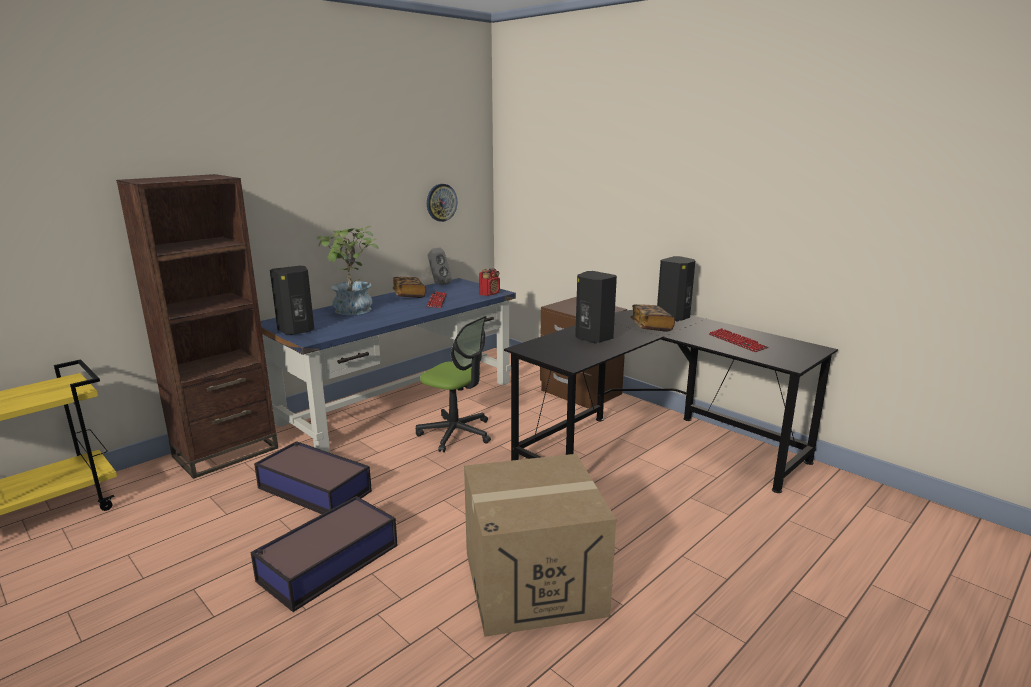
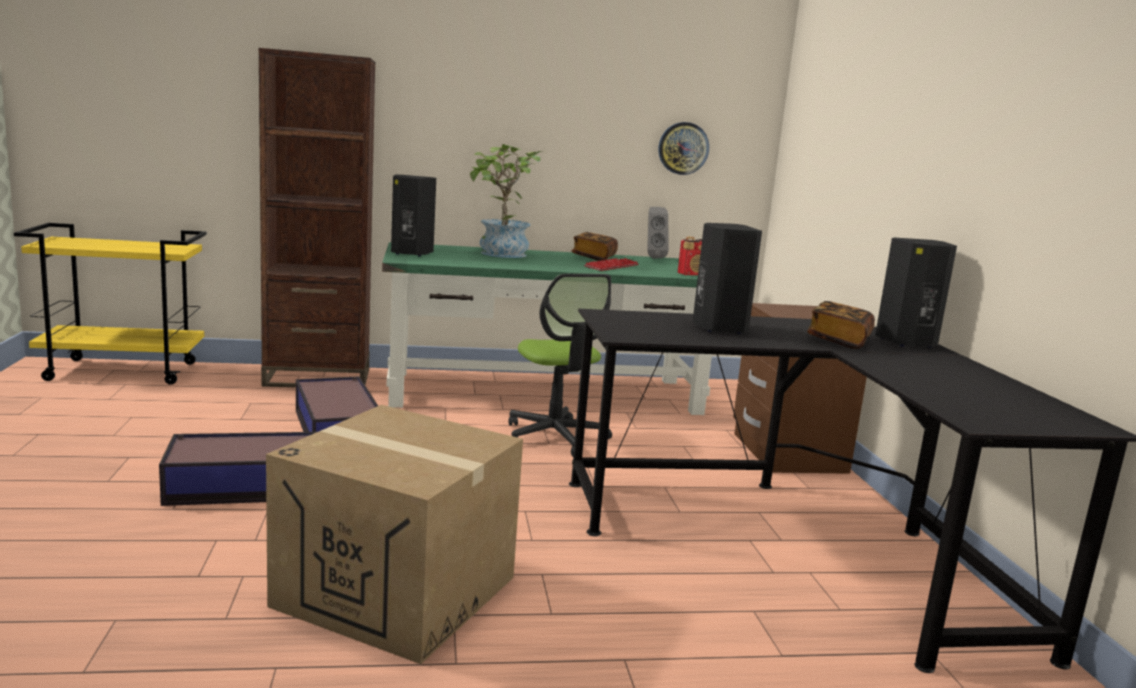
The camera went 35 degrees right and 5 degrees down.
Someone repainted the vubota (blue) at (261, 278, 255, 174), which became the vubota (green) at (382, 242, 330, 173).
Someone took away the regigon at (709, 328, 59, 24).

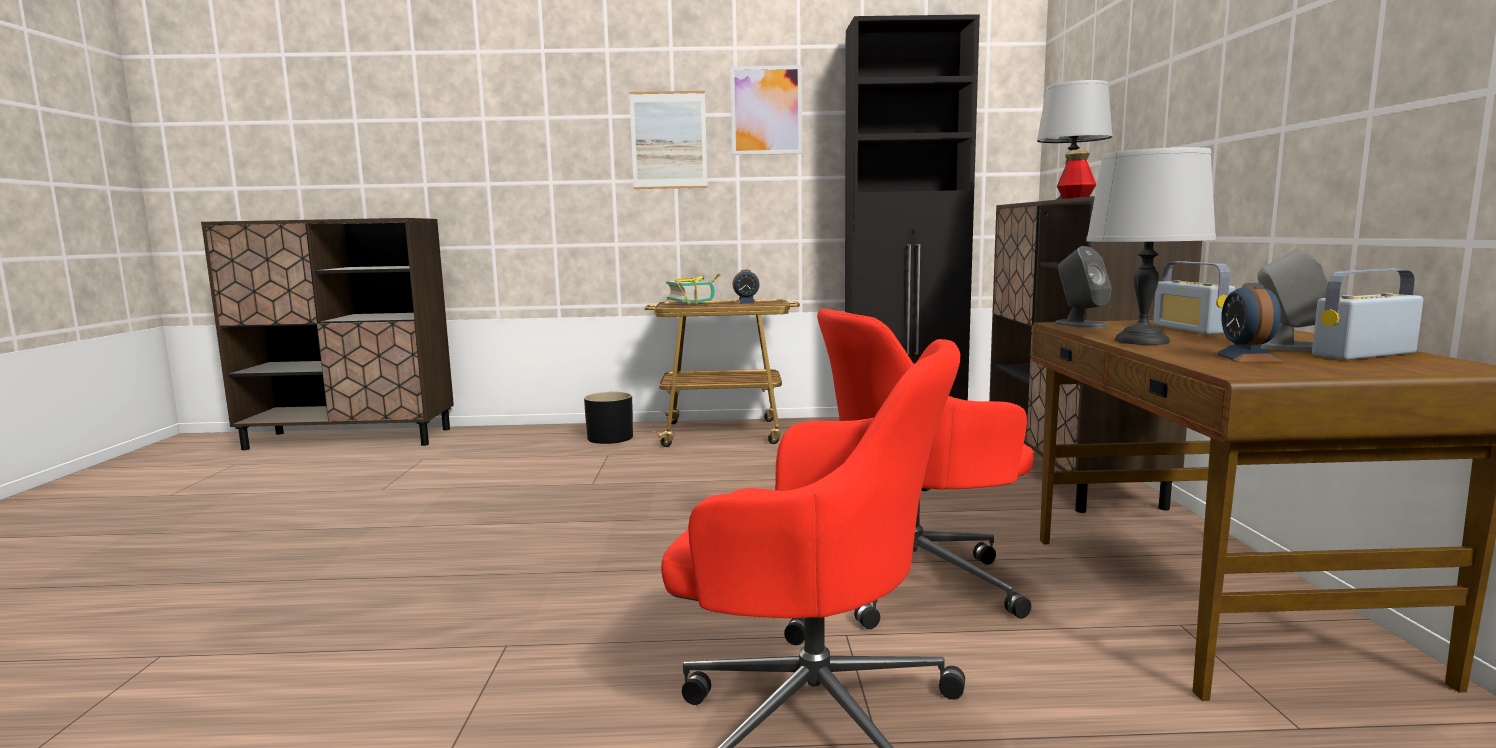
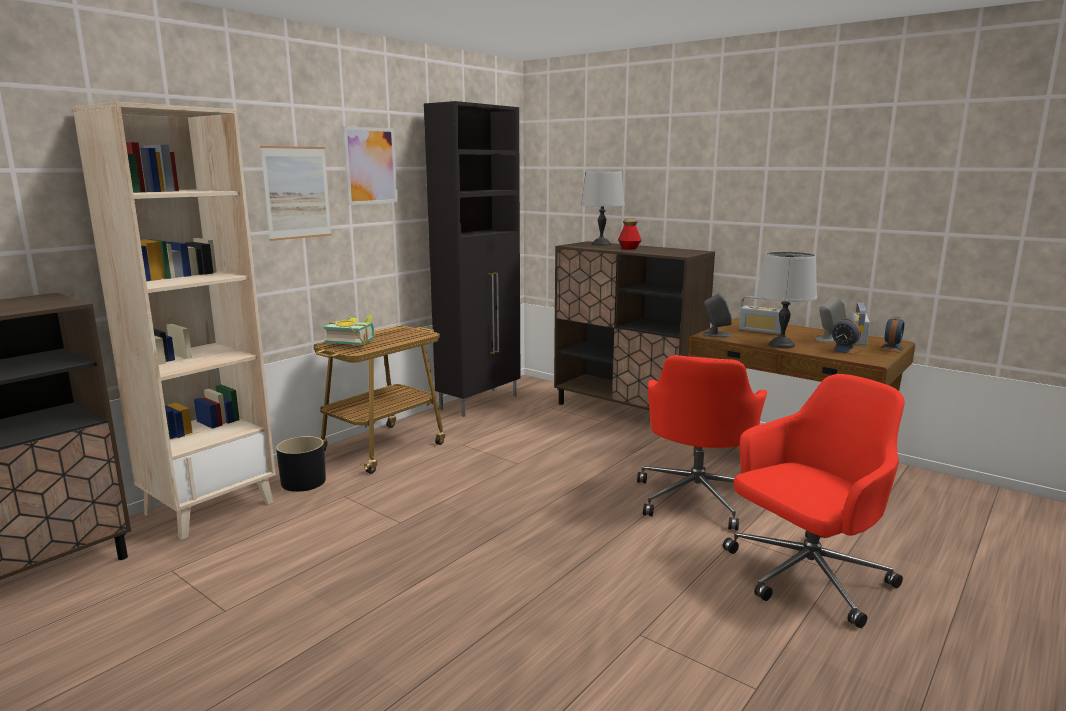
The camera went 50 degrees left and 5 degrees up.
Someone carried the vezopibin from (732, 269, 28, 35) to (880, 317, 24, 36).
Someone put down the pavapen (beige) at (72, 102, 204, 438).

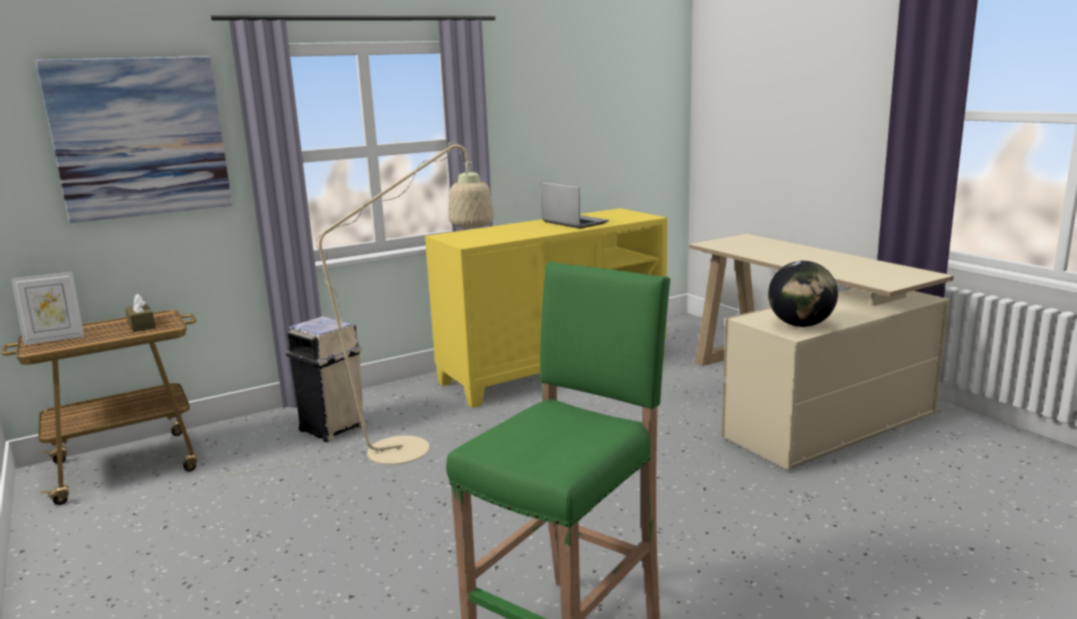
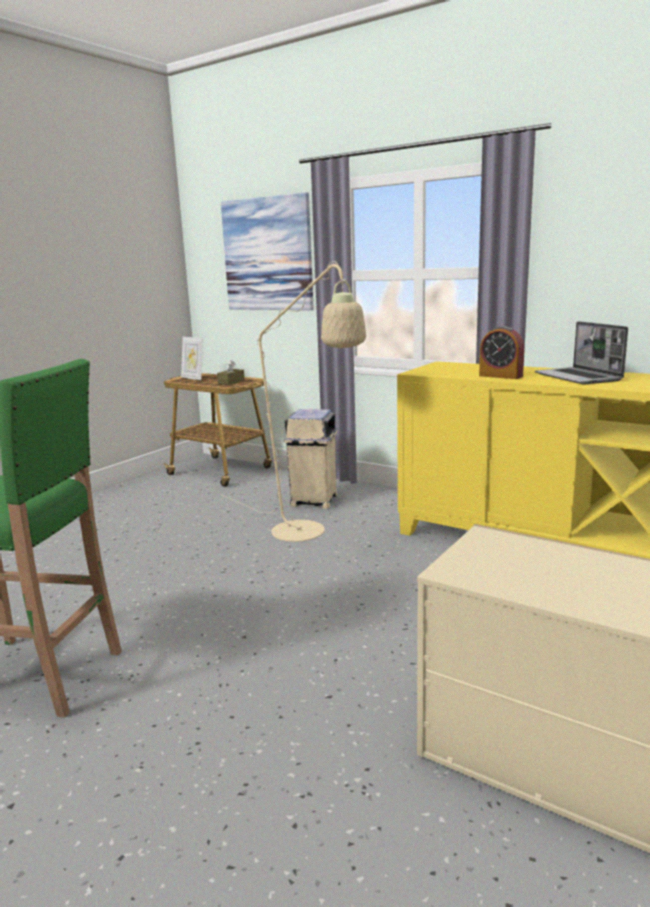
The camera went 65 degrees right and 0 degrees up.
Someone rotated the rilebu at (541, 181, 68, 47) by 135 degrees clockwise.
Someone took away the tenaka at (768, 261, 70, 66).
Someone put down the vezopibin at (479, 326, 45, 53).

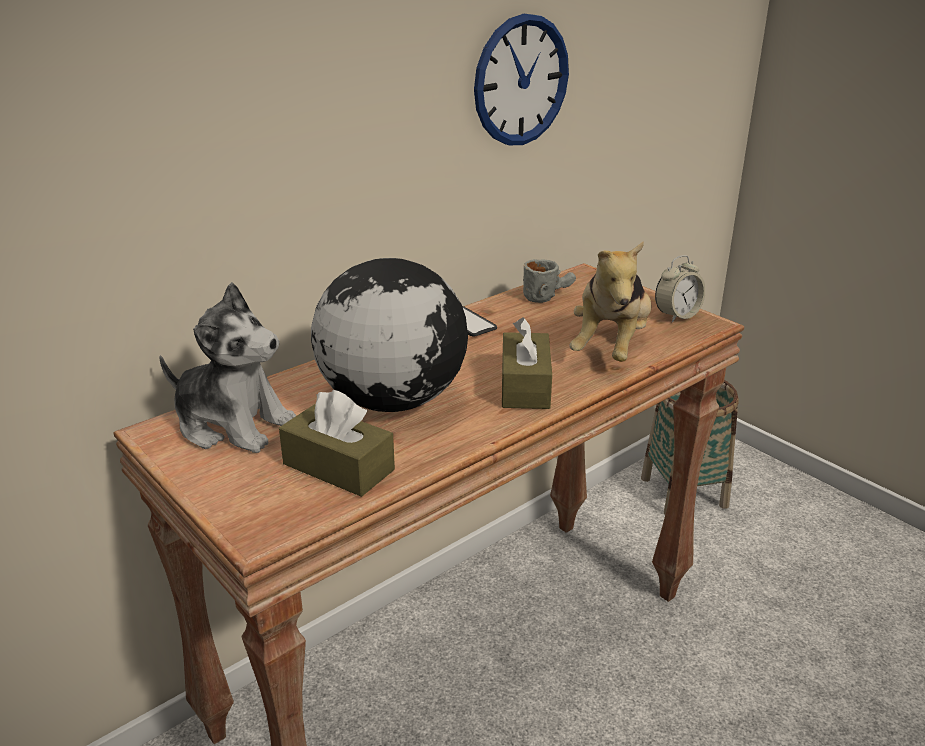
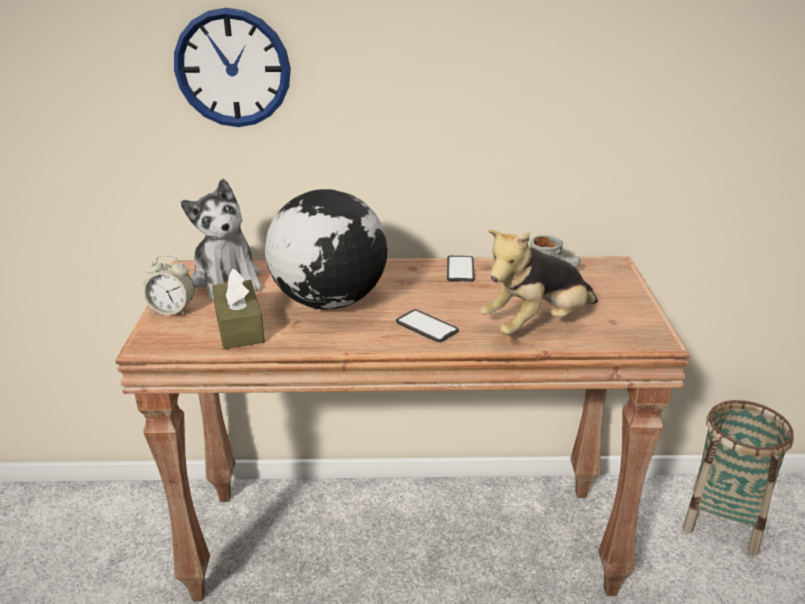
The camera went 40 degrees right and 0 degrees up.
Someone carried the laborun from (474, 14, 95, 131) to (174, 8, 117, 119).
Someone carried the vezopibin from (655, 255, 51, 68) to (143, 255, 51, 60).
Someone swapped the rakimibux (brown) at (502, 317, 50, 92) for the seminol at (396, 309, 63, 33).

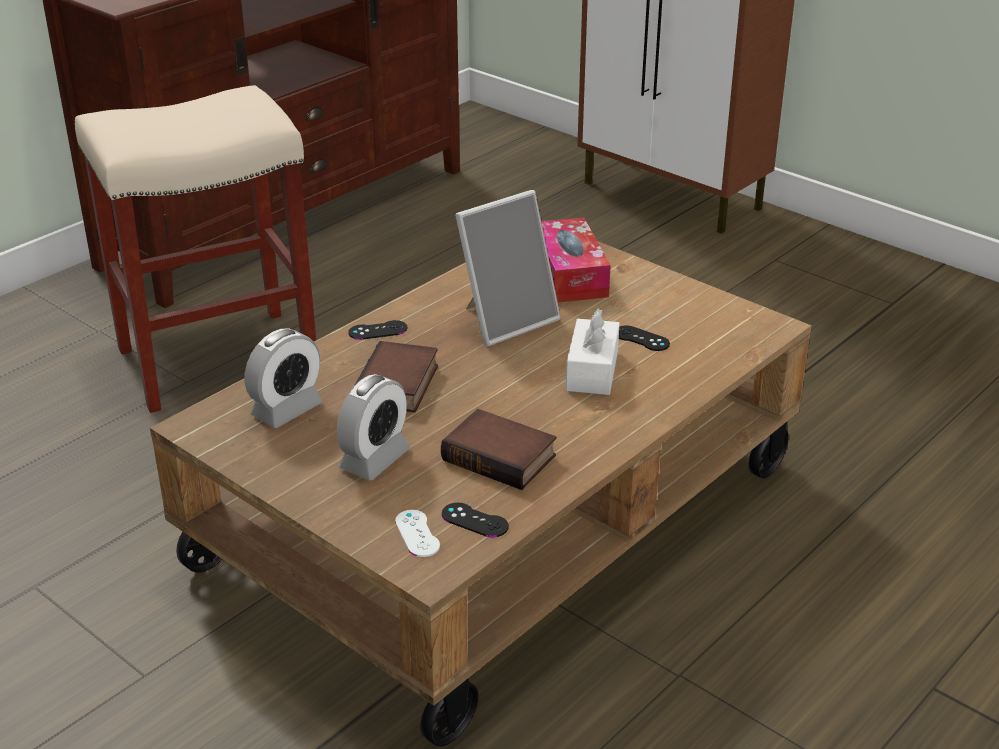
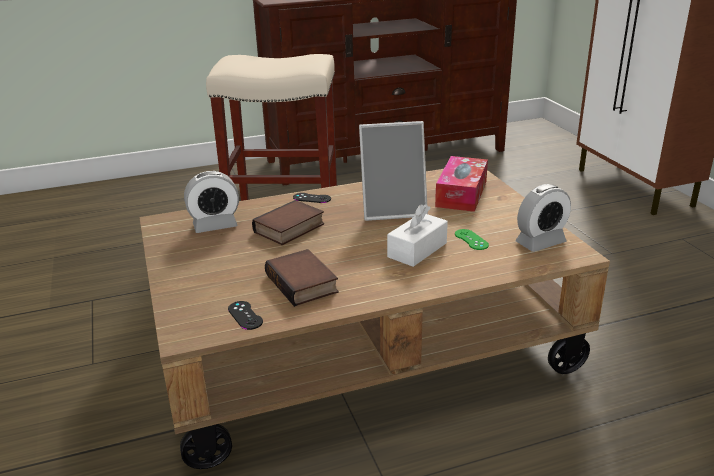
The camera went 30 degrees right and 5 degrees down.
Someone repainted the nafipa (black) at (619, 326, 51, 25), which became the nafipa (green) at (455, 229, 34, 21).
Someone carried the vezopibin from (337, 374, 73, 106) to (516, 184, 55, 68).
Someone took away the nafipa (white) at (395, 510, 45, 47).

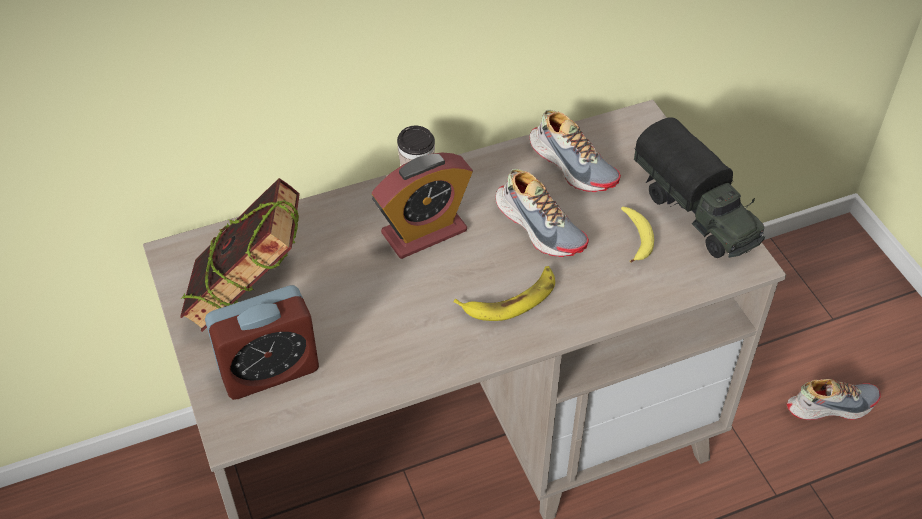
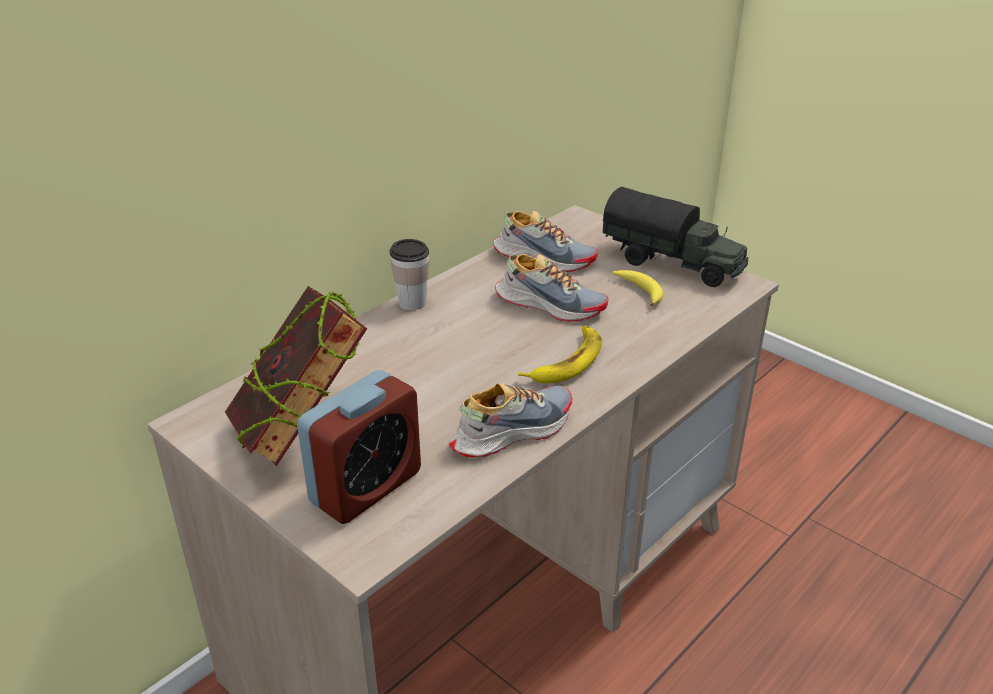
The camera went 25 degrees left and 15 degrees down.
Someone took away the vezopibin at (372, 152, 101, 107).
Someone carried the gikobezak from (787, 379, 94, 41) to (449, 383, 123, 75).

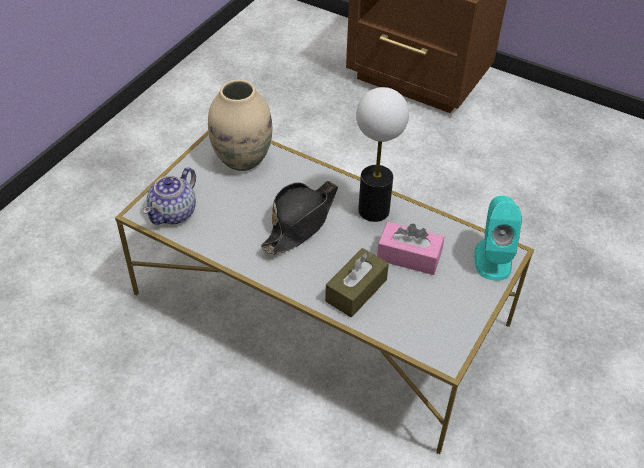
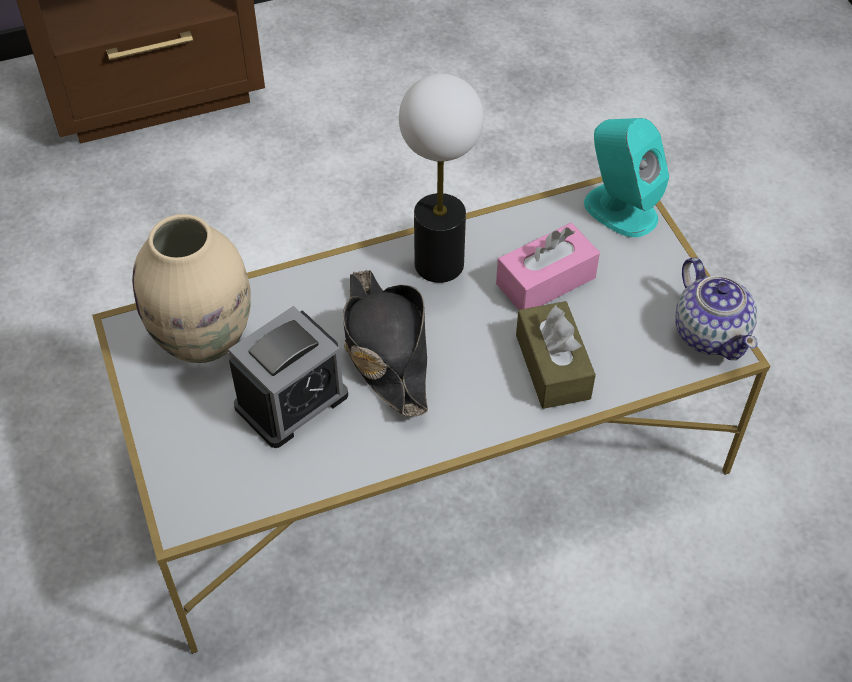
The camera went 50 degrees left and 5 degrees up.
Someone carried the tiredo from (143, 167, 53, 58) to (675, 257, 82, 103).
Someone put down the vezopibin at (228, 306, 120, 142).

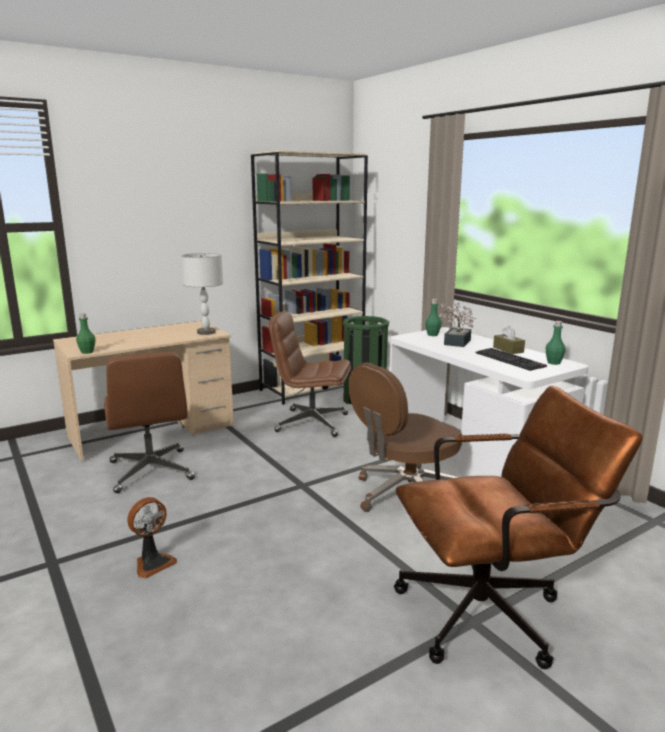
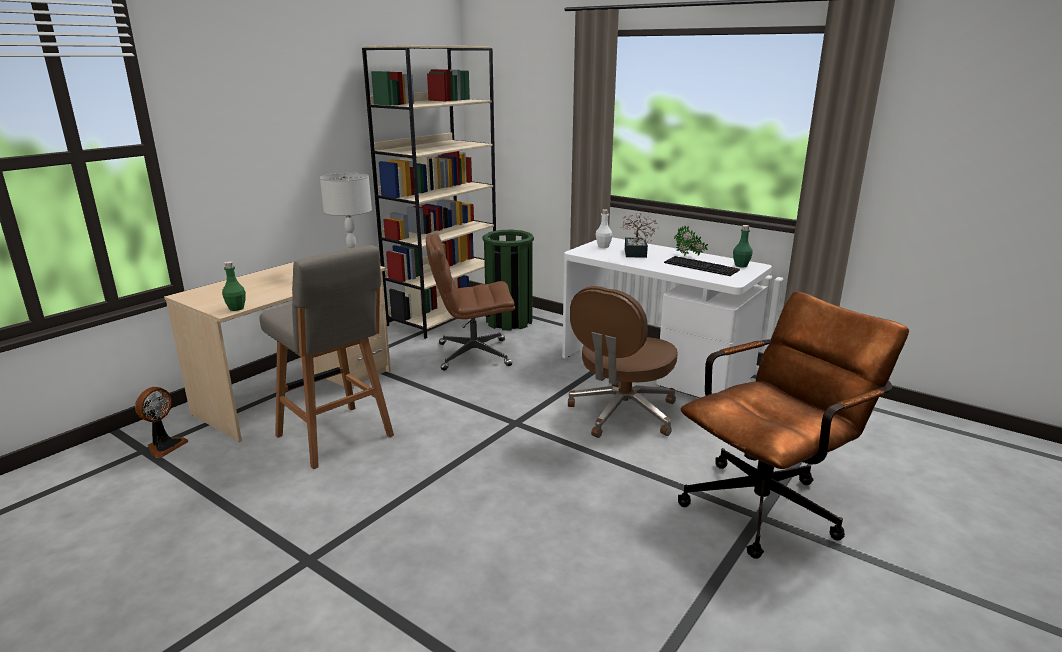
The camera went 20 degrees left and 5 degrees up.
Someone repainted the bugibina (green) at (425, 299, 17, 37), which became the bugibina (white) at (596, 209, 16, 39).
Someone swapped the rakimibux (brown) at (493, 326, 32, 28) for the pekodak at (674, 225, 34, 31).
Someone swapped the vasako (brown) at (104, 351, 91, 142) for the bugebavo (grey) at (259, 245, 135, 224).
Someone carried the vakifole from (127, 497, 50, 82) to (135, 387, 53, 71).

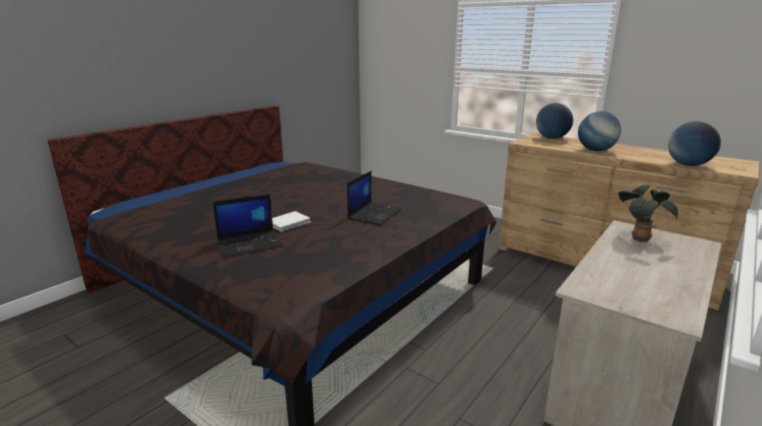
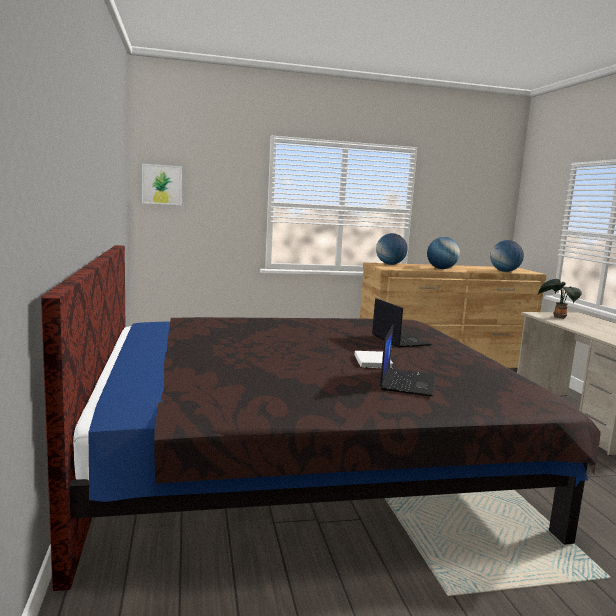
The camera went 50 degrees left and 10 degrees down.
Someone put up the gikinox at (142, 164, 40, 41).

